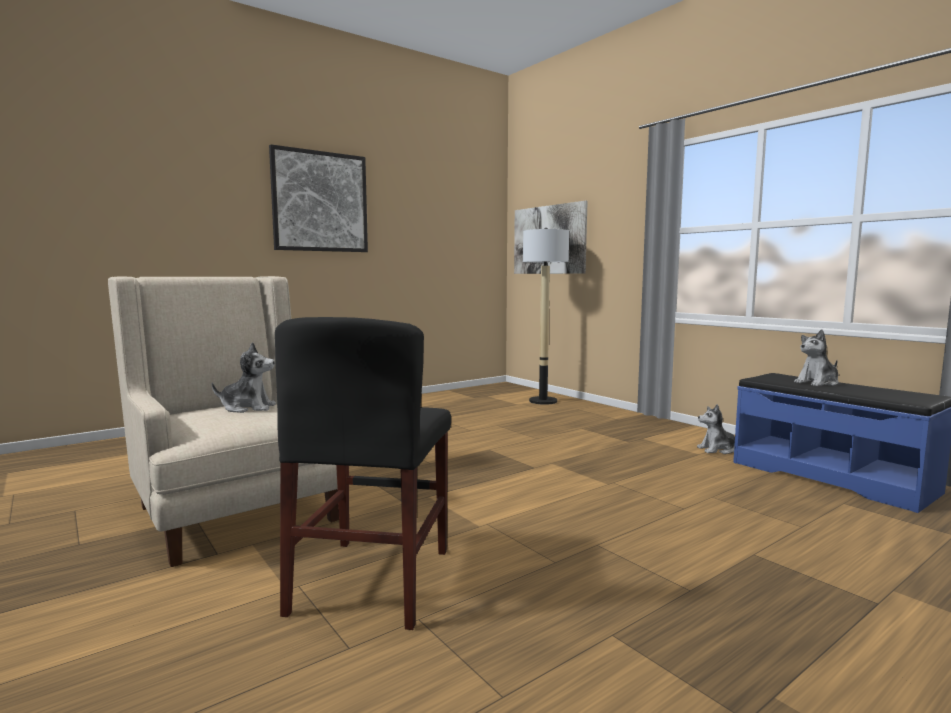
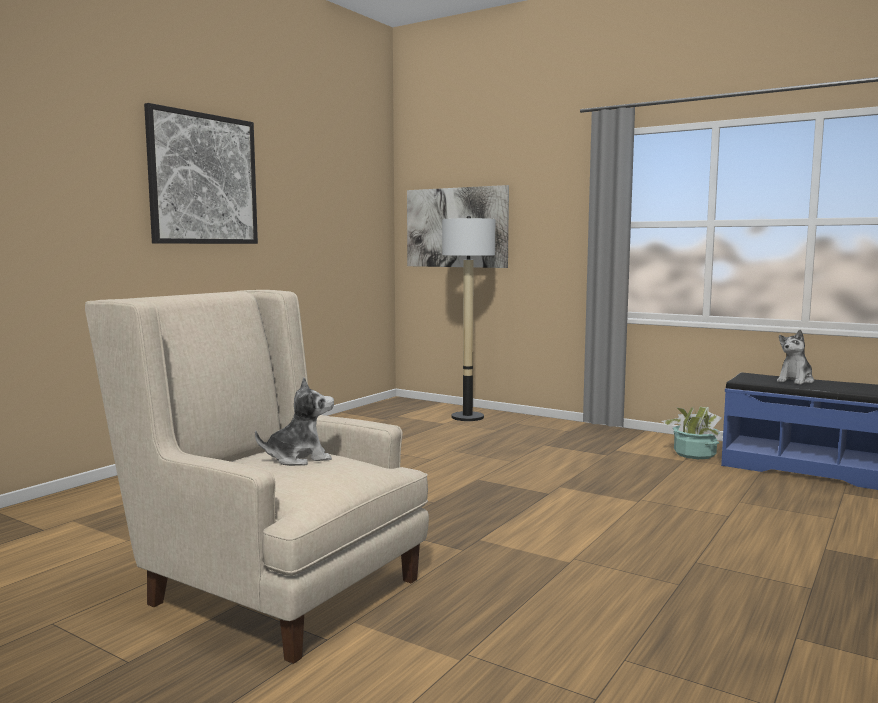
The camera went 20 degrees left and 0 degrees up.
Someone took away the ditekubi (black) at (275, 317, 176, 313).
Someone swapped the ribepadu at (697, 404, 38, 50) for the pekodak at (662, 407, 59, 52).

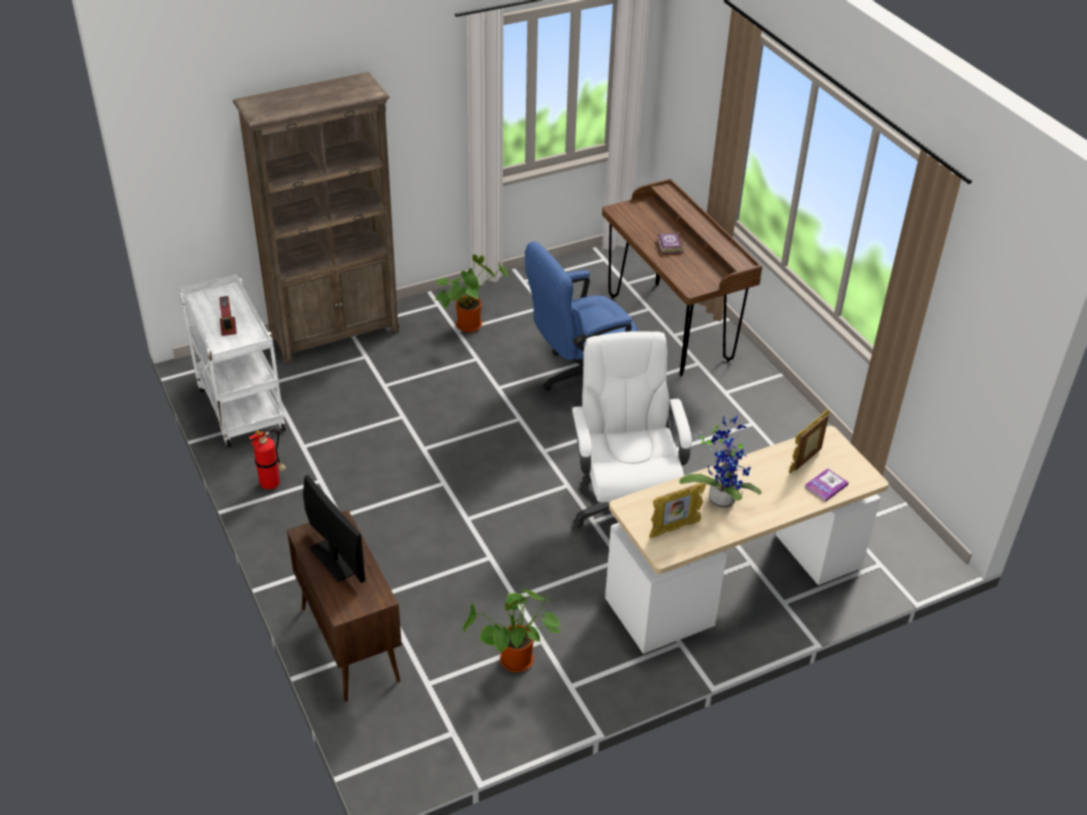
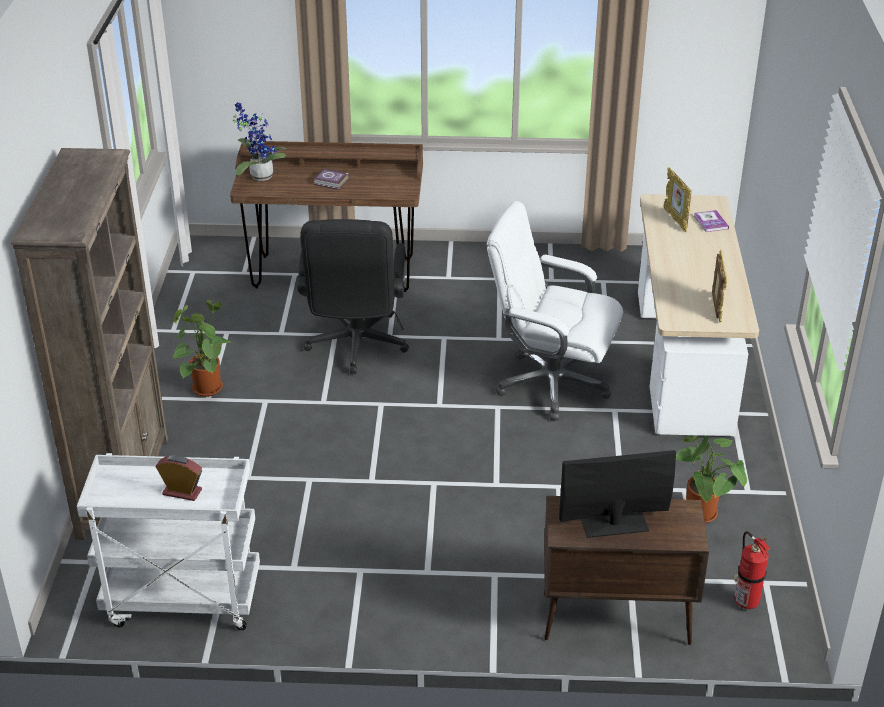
The camera went 60 degrees left and 5 degrees down.
Someone repainted the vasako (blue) at (525, 241, 113, 150), which became the vasako (black) at (297, 219, 112, 155).
Someone carried the pekodak from (679, 415, 82, 93) to (233, 102, 54, 79).
Someone carried the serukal from (249, 429, 37, 60) to (734, 531, 36, 78).

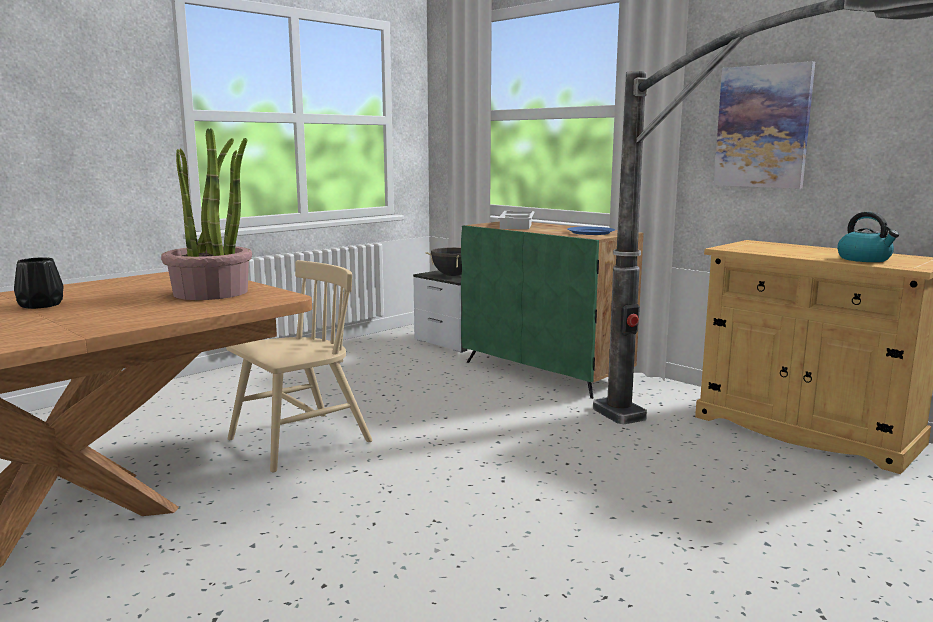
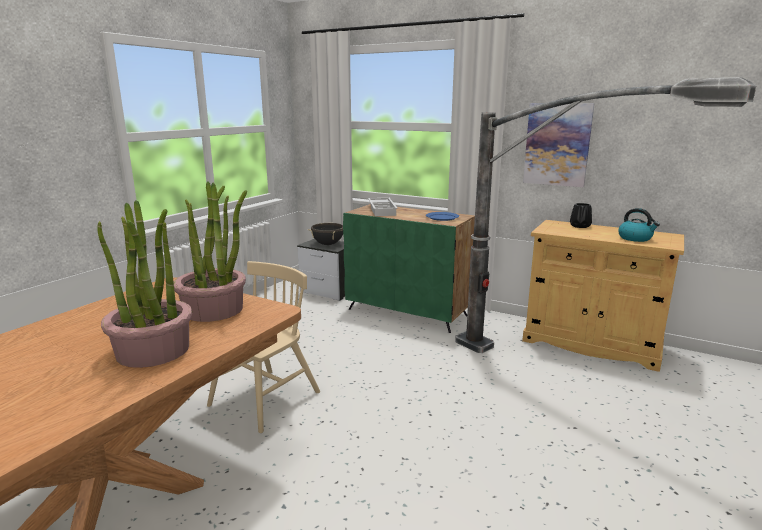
The camera went 15 degrees left and 5 degrees up.
Someone carried the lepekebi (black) from (14, 257, 50, 52) to (570, 203, 22, 25).
Someone put down the pekodak at (97, 200, 95, 168).

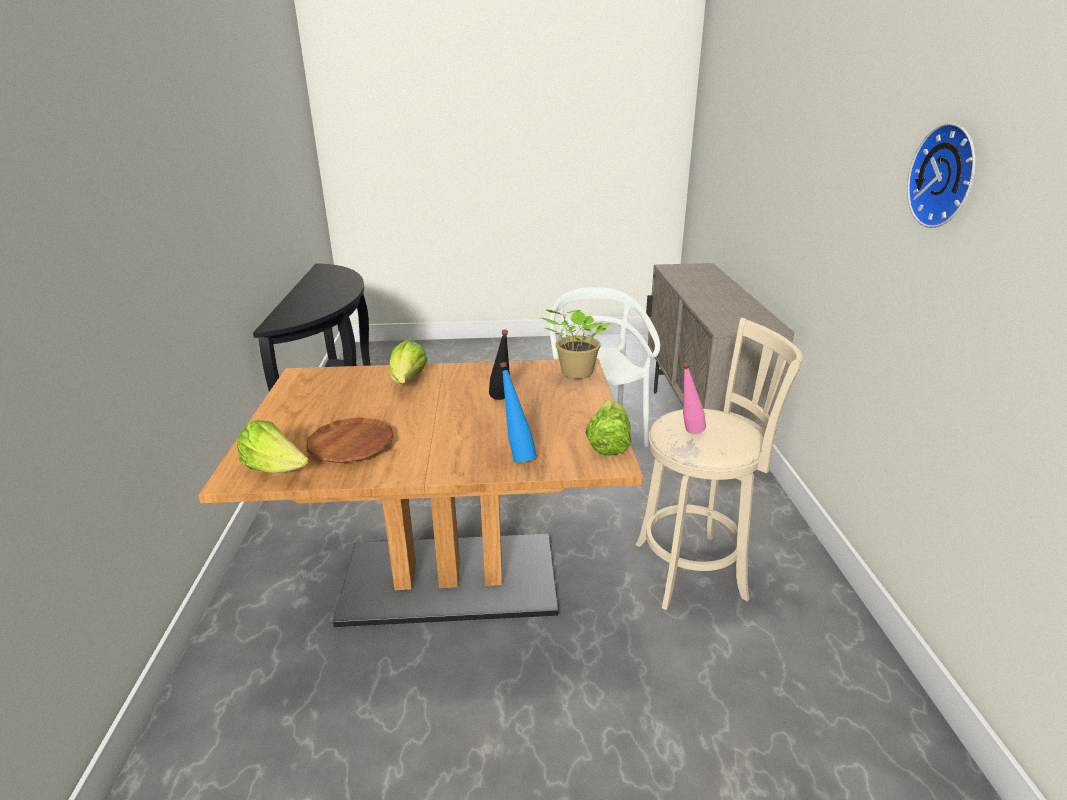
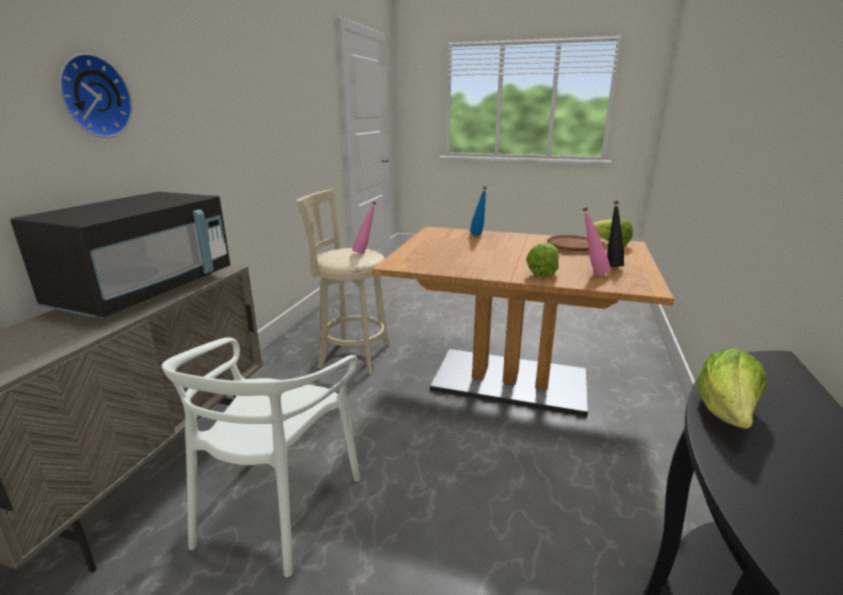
The camera went 160 degrees left and 5 degrees down.
Someone carried the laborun from (907, 123, 68, 105) to (59, 53, 73, 85).
Someone took away the pekodak at (541, 309, 70, 70).
Someone carried the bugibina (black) from (489, 329, 21, 71) to (607, 201, 17, 66).
Someone carried the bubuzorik from (585, 400, 46, 55) to (696, 348, 71, 81).
Someone put down the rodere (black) at (10, 192, 220, 126).
Someone put down the bugibina (pink) at (583, 207, 28, 68).

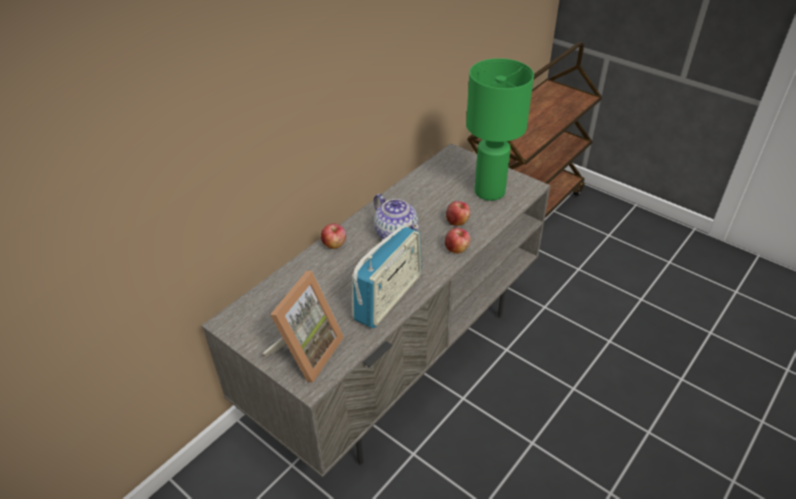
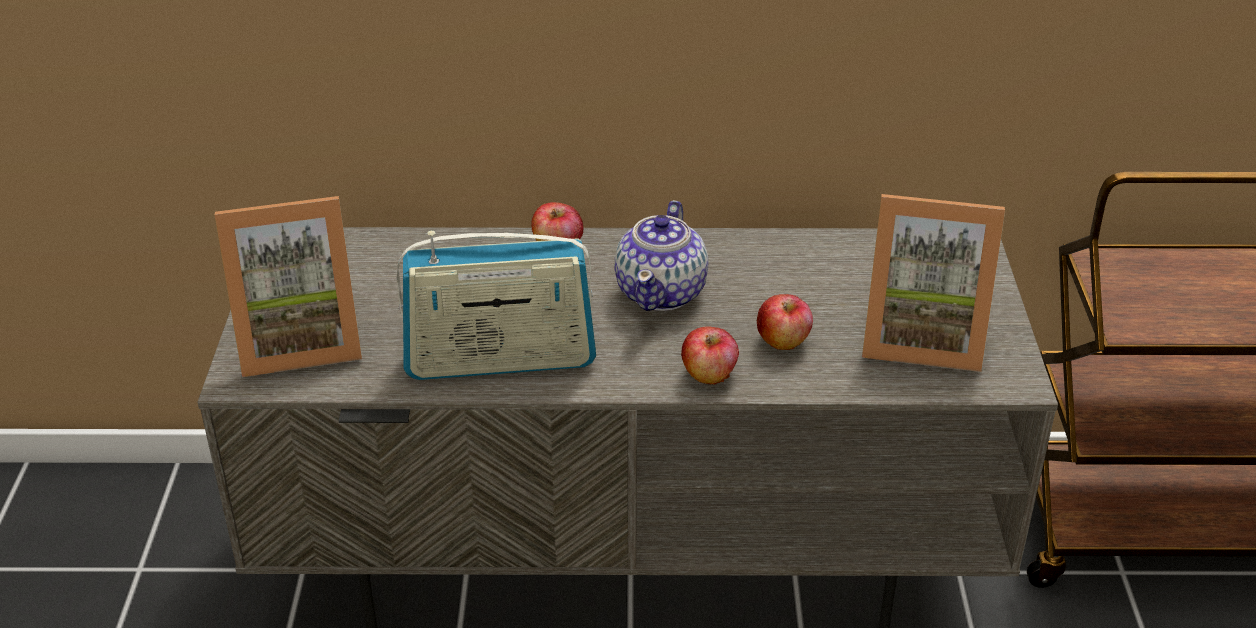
The camera went 50 degrees right and 5 degrees down.
Someone swapped the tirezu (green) at (466, 58, 68, 143) for the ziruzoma at (862, 194, 143, 178).

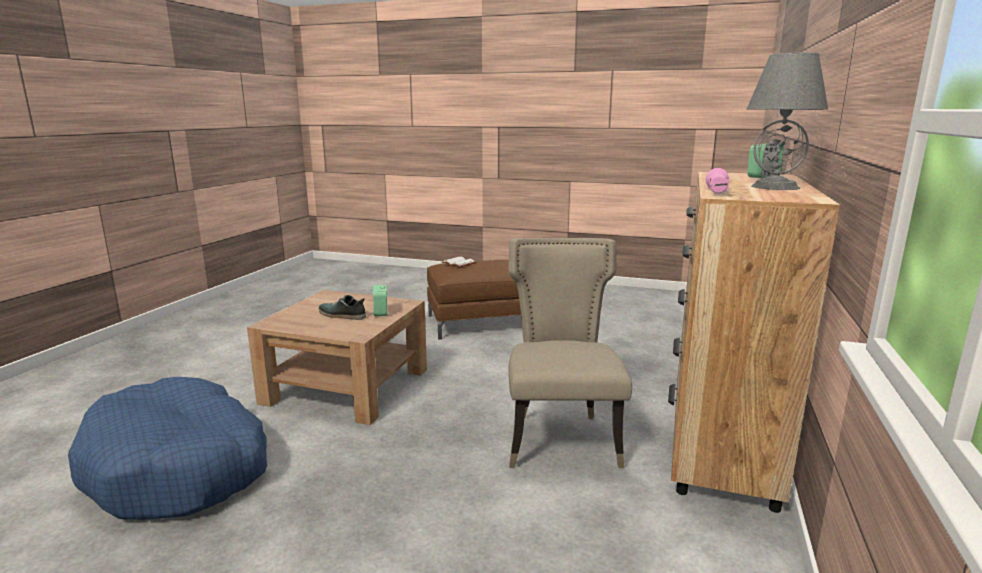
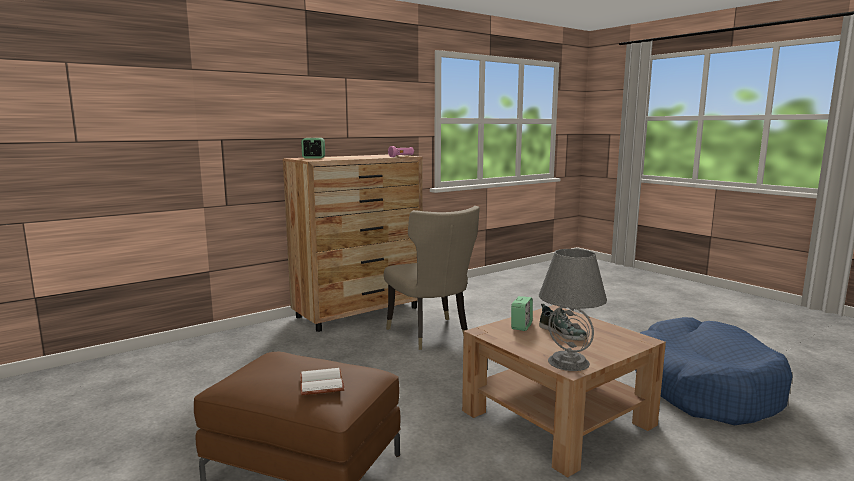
The camera went 145 degrees left and 5 degrees down.
Someone carried the tirezu (grey) from (747, 52, 81, 138) to (539, 249, 68, 122).
Someone rotated the ditekubi (beige) at (508, 238, 124, 230) by 60 degrees counterclockwise.

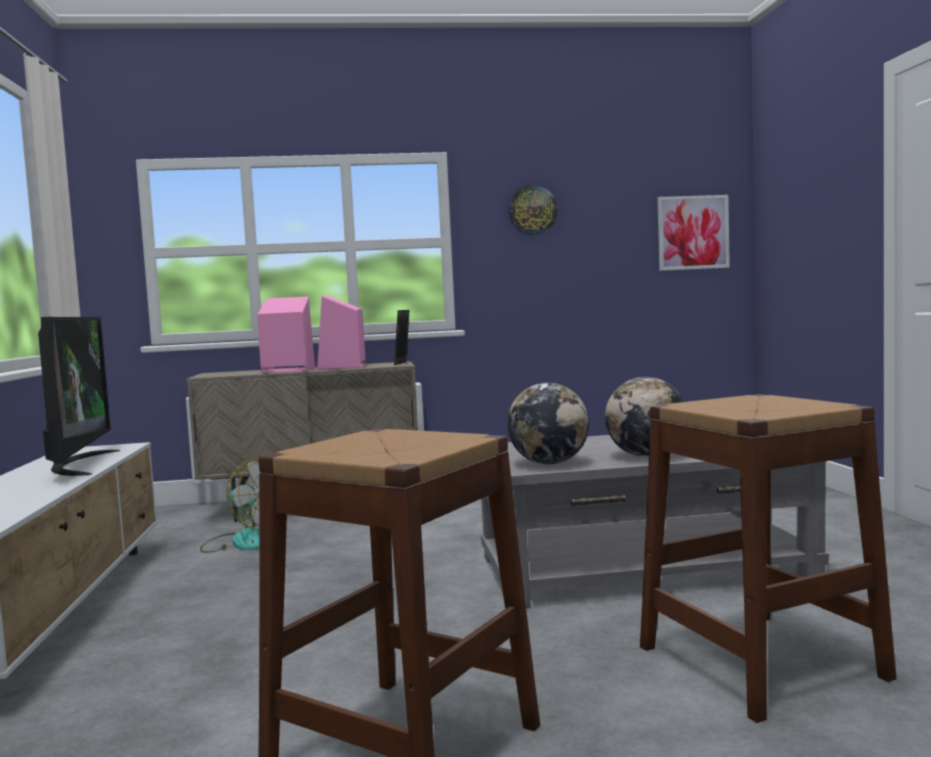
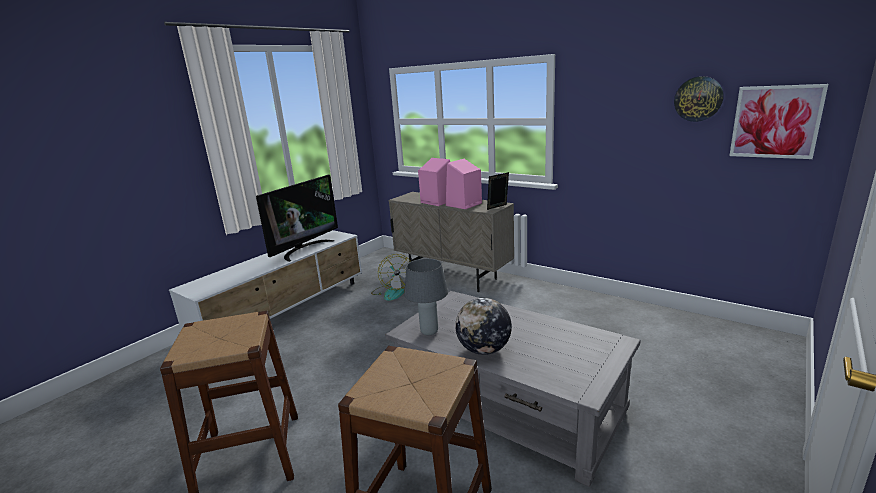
The camera went 45 degrees right and 15 degrees up.
Someone carried the laborun from (509, 185, 49, 50) to (674, 76, 50, 46).
Someone swapped the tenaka at (507, 383, 82, 82) for the tirezu (grey) at (404, 258, 44, 77).

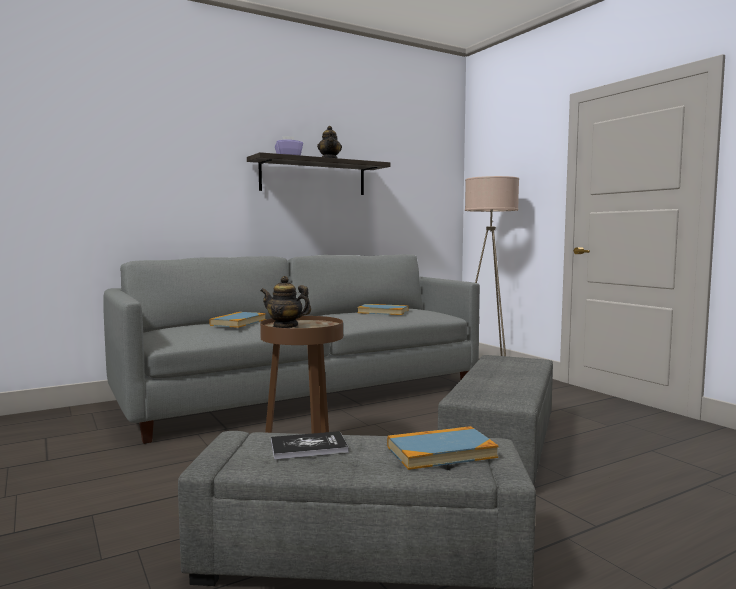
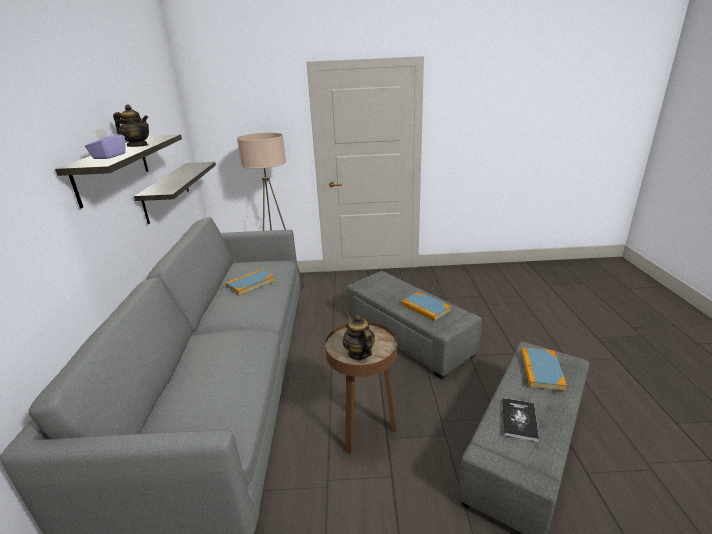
The camera went 60 degrees left and 20 degrees up.
Someone rotated the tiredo at (261, 276, 50, 52) by 105 degrees clockwise.
Someone carried the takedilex from (209, 312, 57, 16) to (402, 292, 49, 29).
Someone put up the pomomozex at (134, 162, 82, 62).

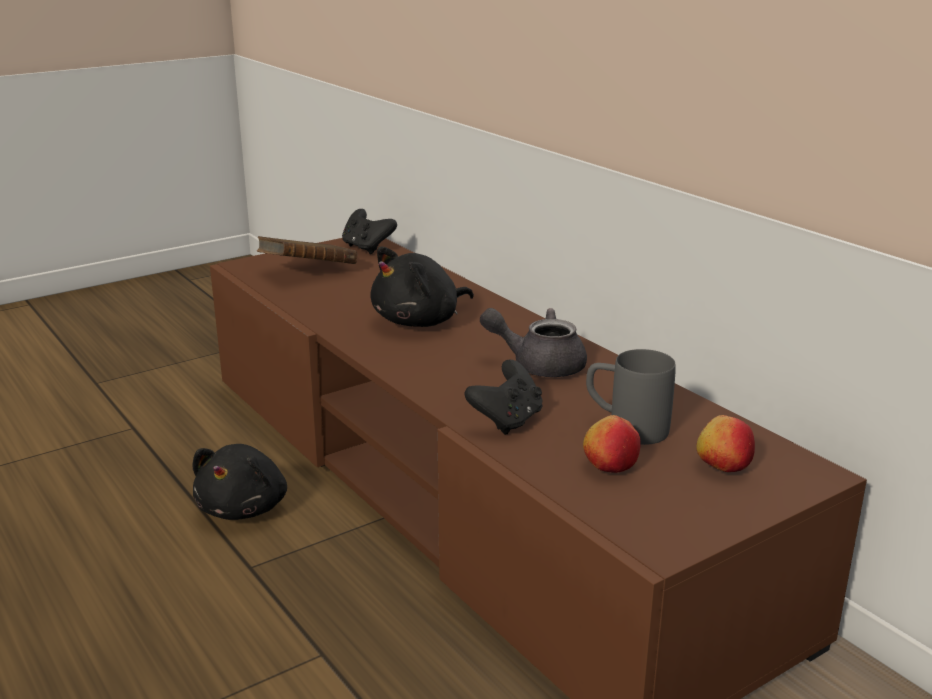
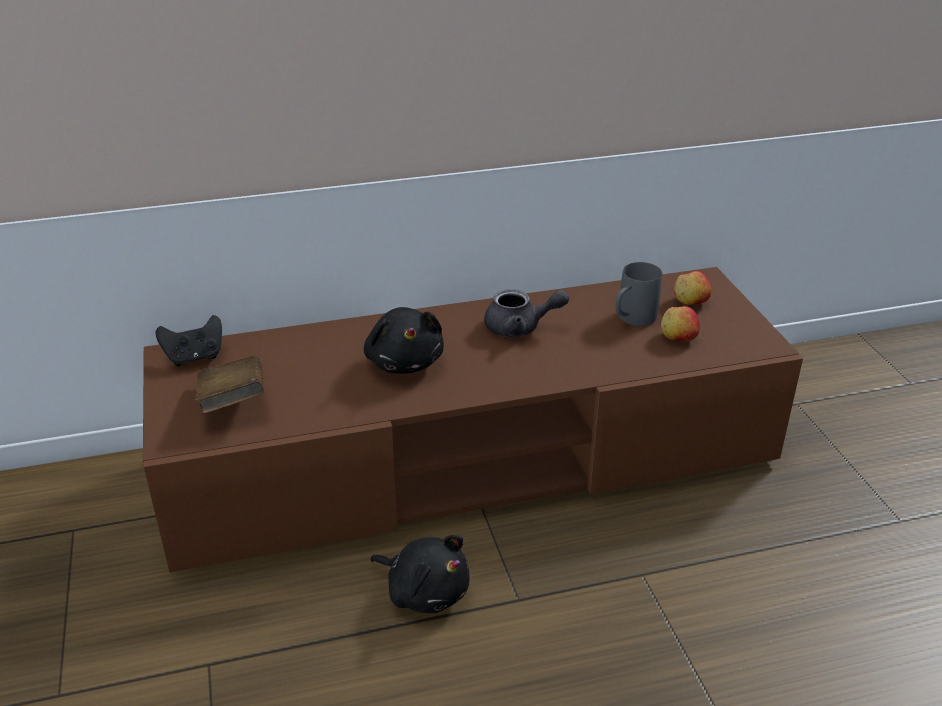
The camera went 70 degrees left and 10 degrees up.
Someone rotated the tiredo (grey) at (480, 308, 107, 69) by 120 degrees counterclockwise.
Someone took away the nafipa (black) at (465, 360, 78, 75).

